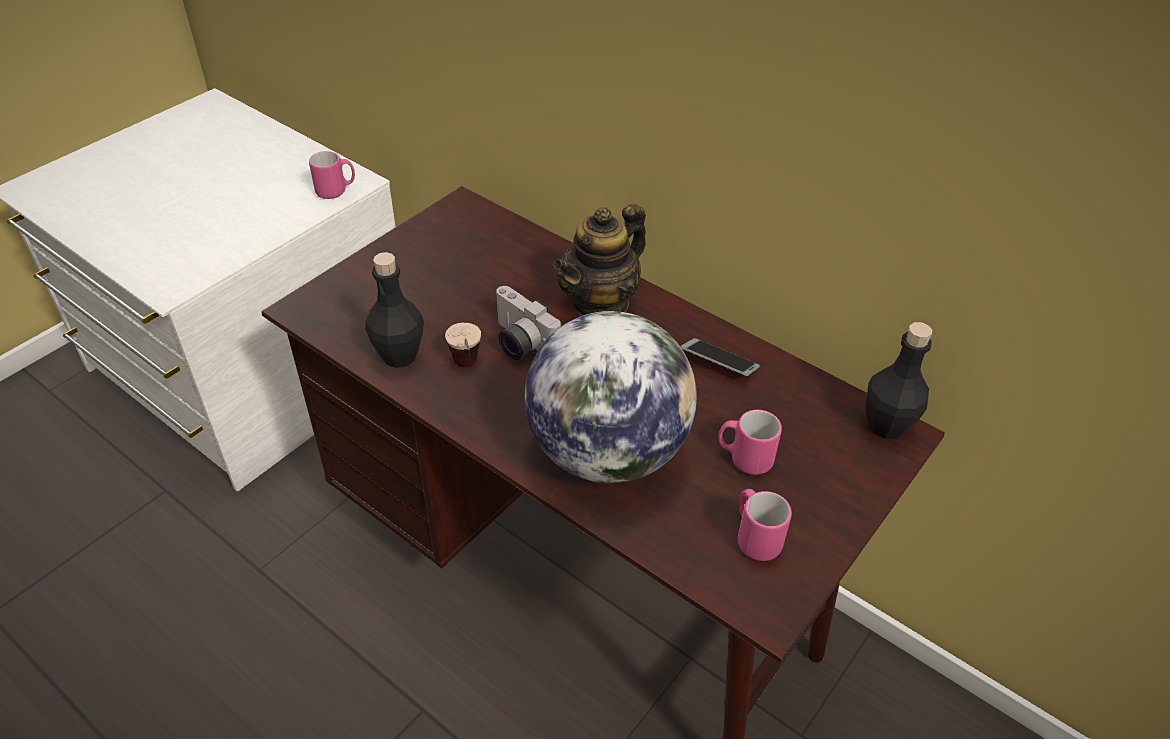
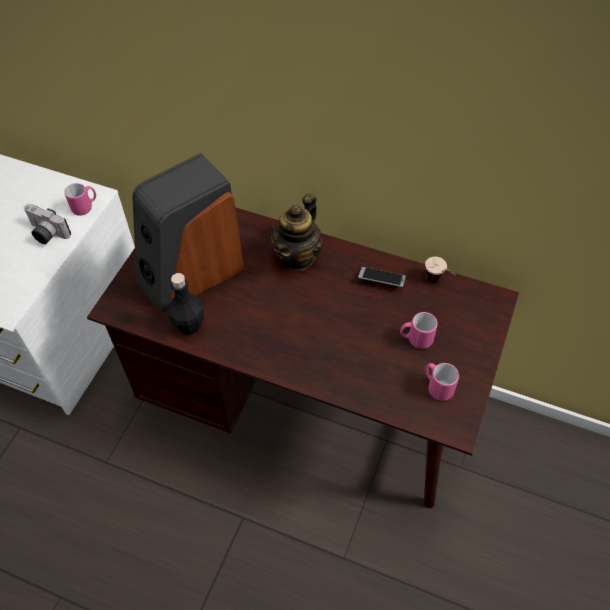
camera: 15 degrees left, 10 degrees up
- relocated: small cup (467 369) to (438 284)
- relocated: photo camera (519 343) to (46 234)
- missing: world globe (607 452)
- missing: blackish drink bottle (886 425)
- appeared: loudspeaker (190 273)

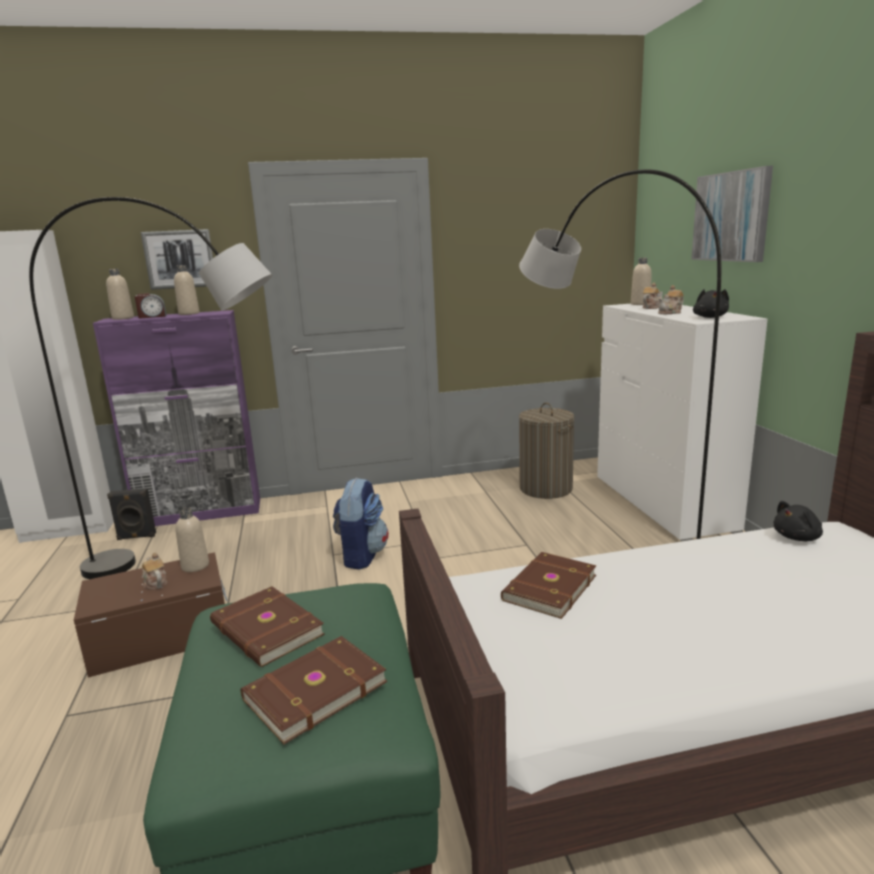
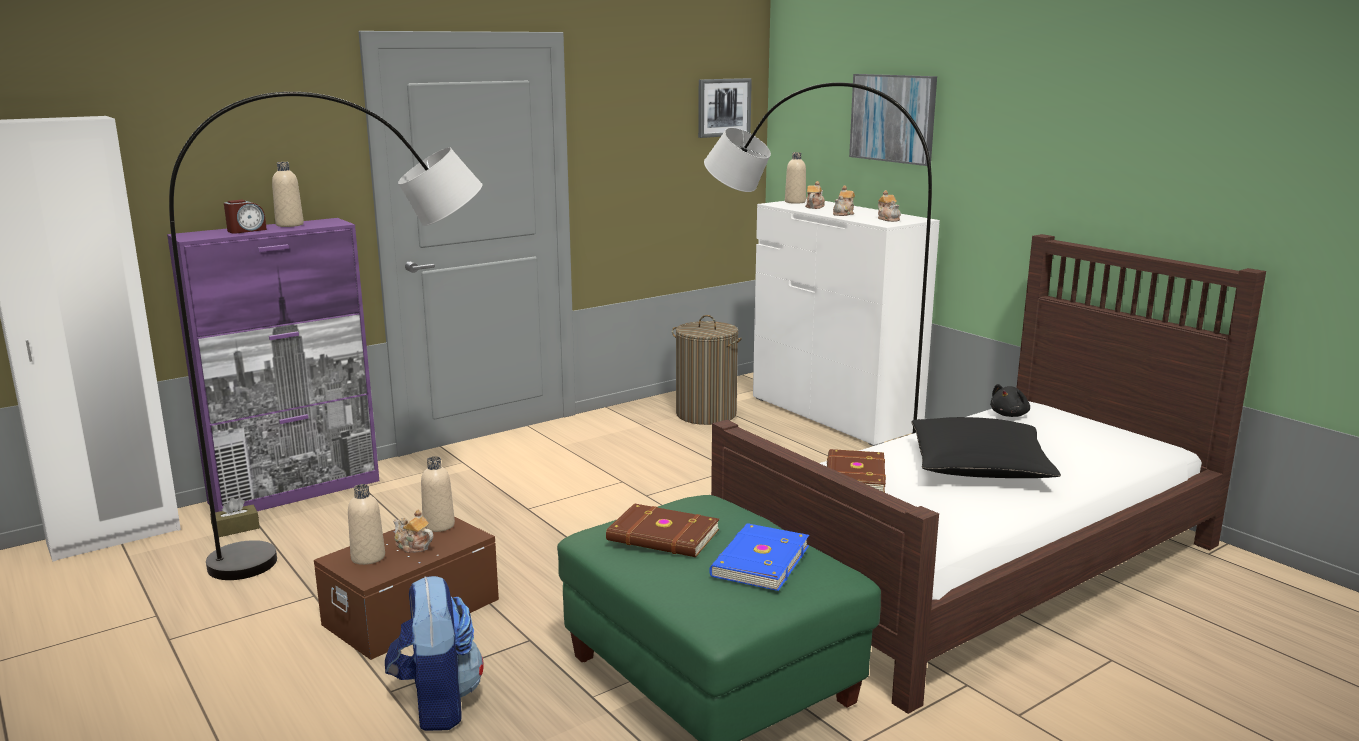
camera: 25 degrees left, 0 degrees up
- relocated: beige drink bottle (123 318) to (368 557)
- exchanged: blackish loudspeaker (136 537) to brownish tissue holder (236 529)
- relocated: picture (180 259) to (723 107)
- colour: brownish volume (313 690) to bluish volume (758 561)
- relocated: rucksack (361 555) to (436 703)
- exchanged: blackish plush toy (710 317) to tea pot (888 219)
- appeared: blackish cushion (979 467)

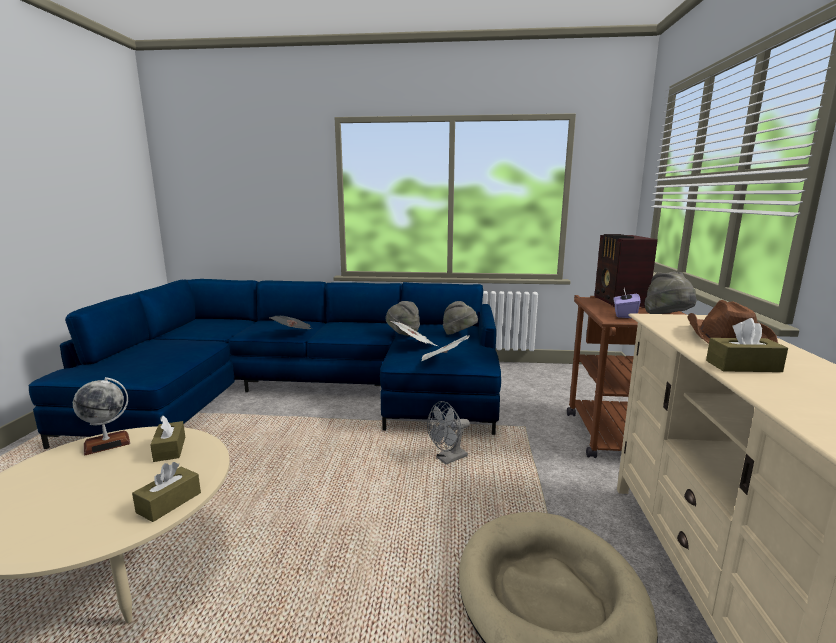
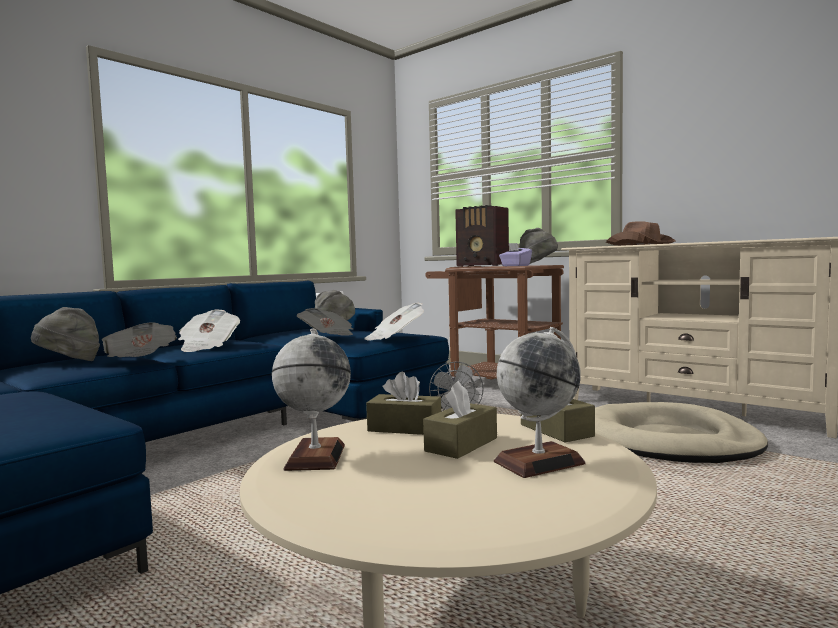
camera: 55 degrees left, 10 degrees down
- relocated: greyish clothing hat (403 334) to (69 362)
- relocated: brownish tissue holder (743 366) to (461 444)
- appeared: daily paper (207 347)
- appeared: world globe (539 462)

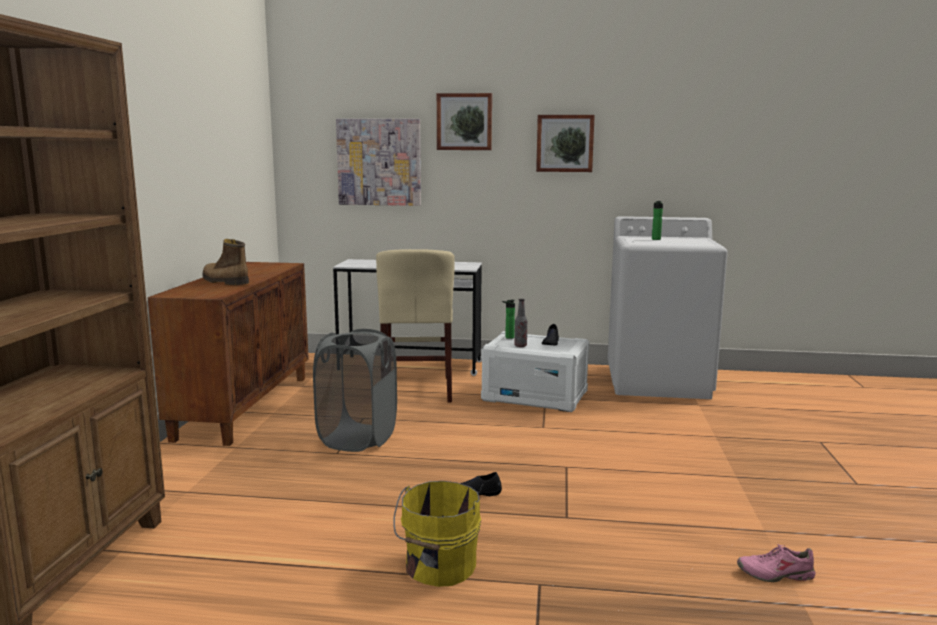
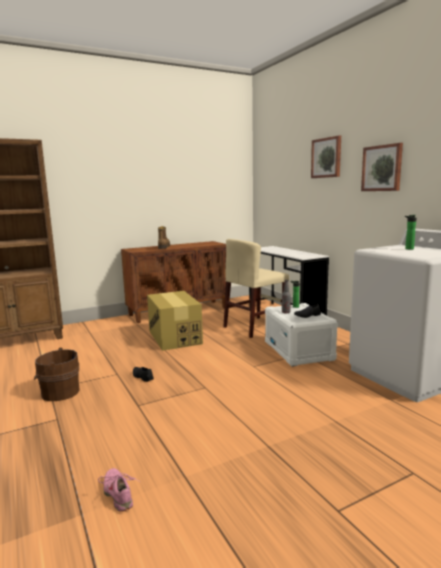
camera: 55 degrees right, 0 degrees up
- exchanged: greyish laundry basket (358 438) to carton (174 337)
- missing: picture (379 162)
- colour: yellowish pail (439 567) to brownish pail (59 392)

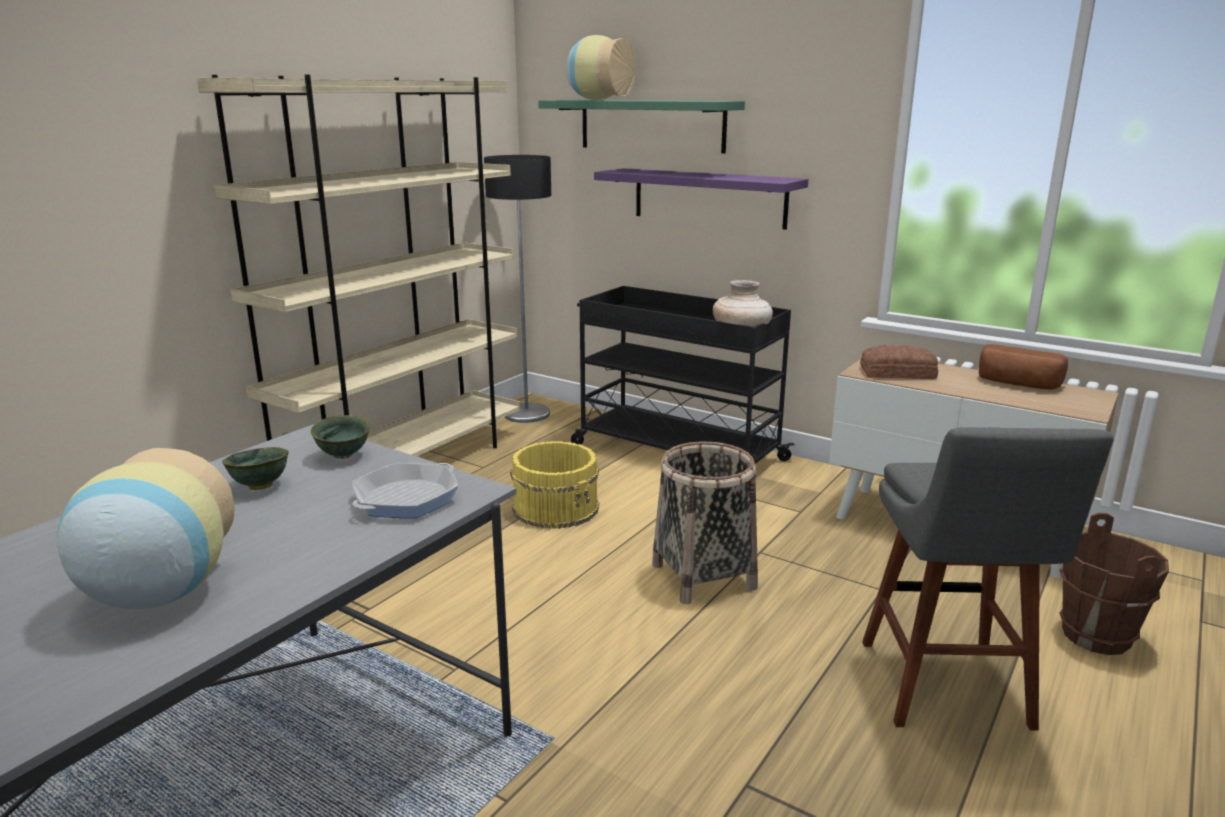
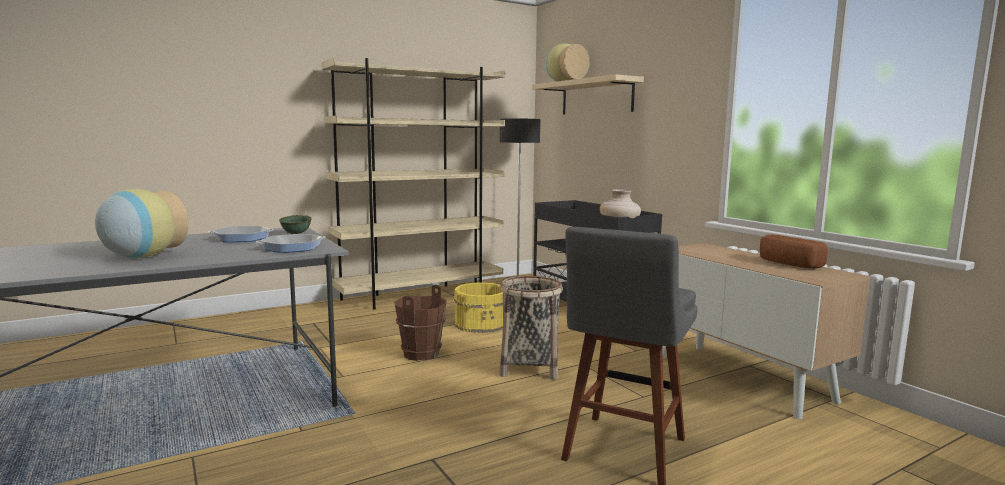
camera: 25 degrees right, 10 degrees down
- exchanged: greenish serving bowl (259 486) to frying pan (242 238)
- colour: greenish wall shelf (651 125) to beige wall shelf (596 97)
- missing: purplish wall shelf (709 197)
- missing: bakery bread (898 373)
- relocated: brownish pail (1095 636) to (420 354)

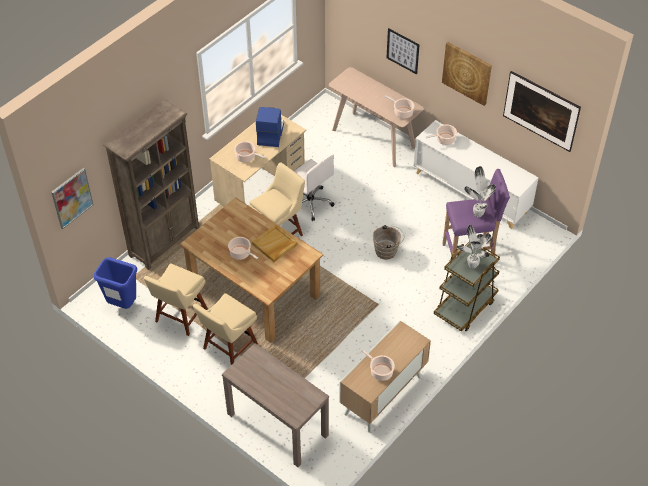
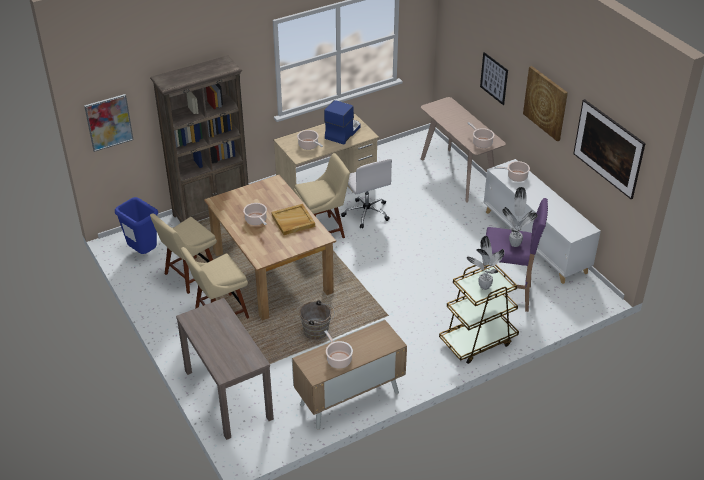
camera: 20 degrees right, 10 degrees down
- relocated: brownish pail (387 251) to (317 332)

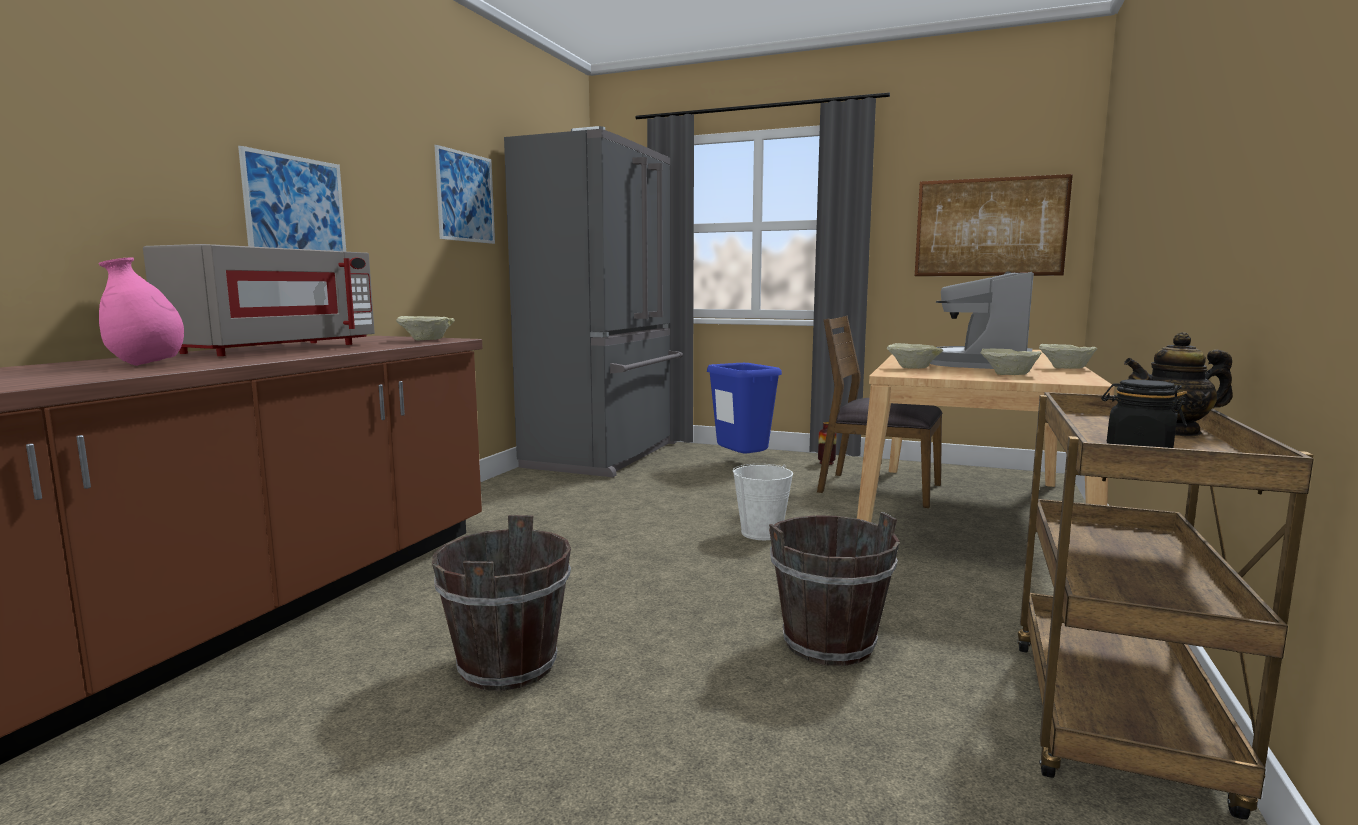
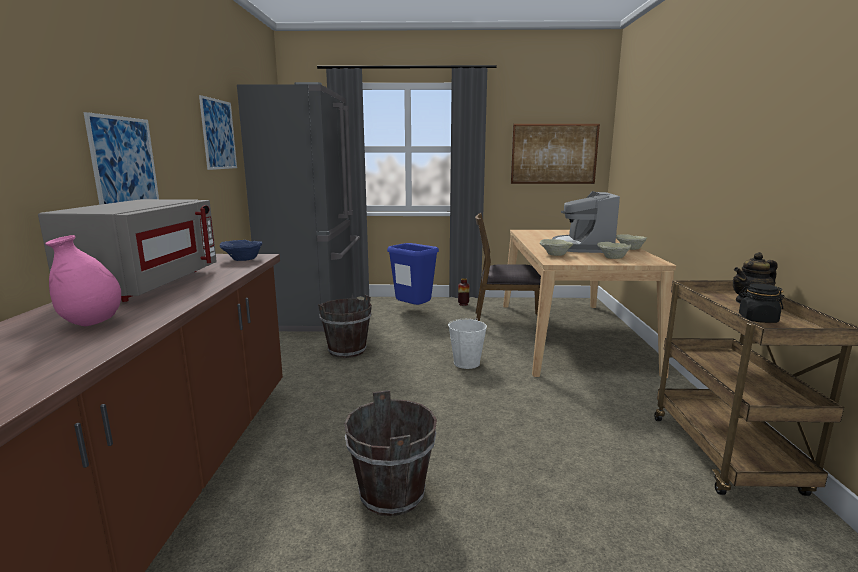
camera: 20 degrees left, 5 degrees up
- colour: beige serving bowl (427 340) to bluish serving bowl (243 259)
- relocated: brownish pail (828 643) to (347 350)

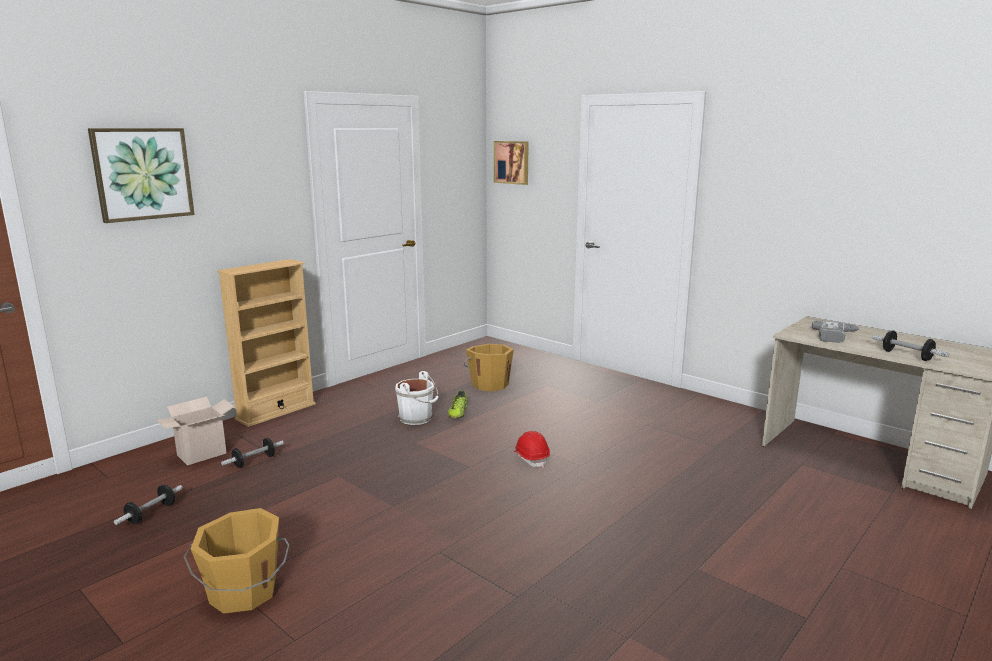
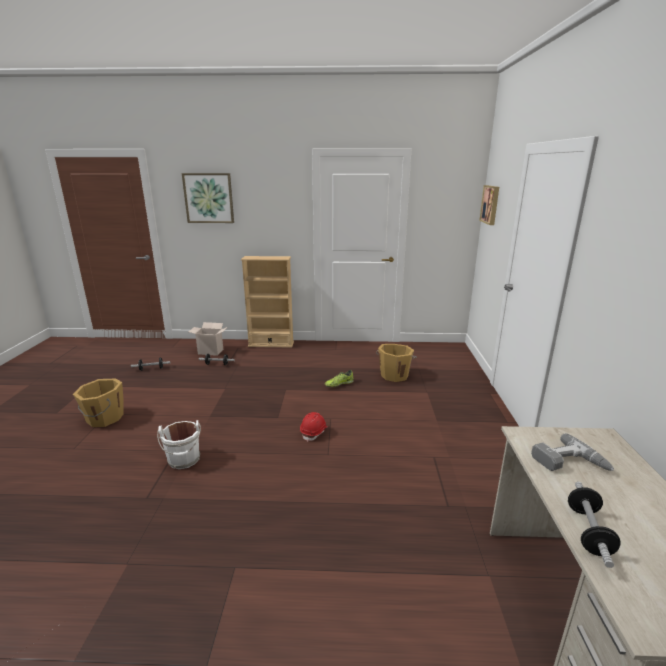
camera: 50 degrees right, 5 degrees up
- relocated: white-coloured pail (417 418) to (184 460)

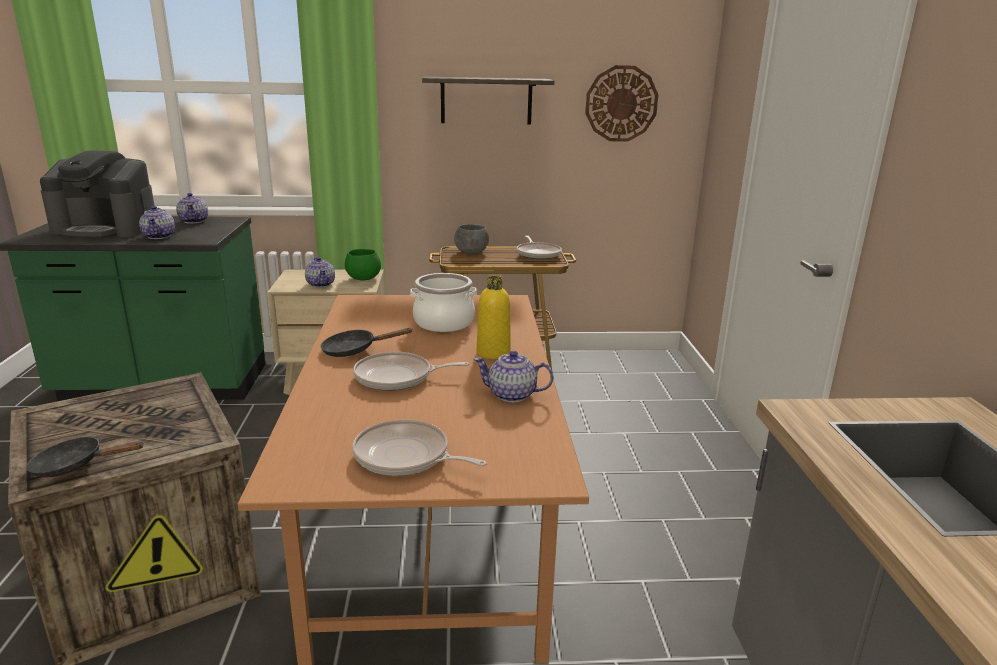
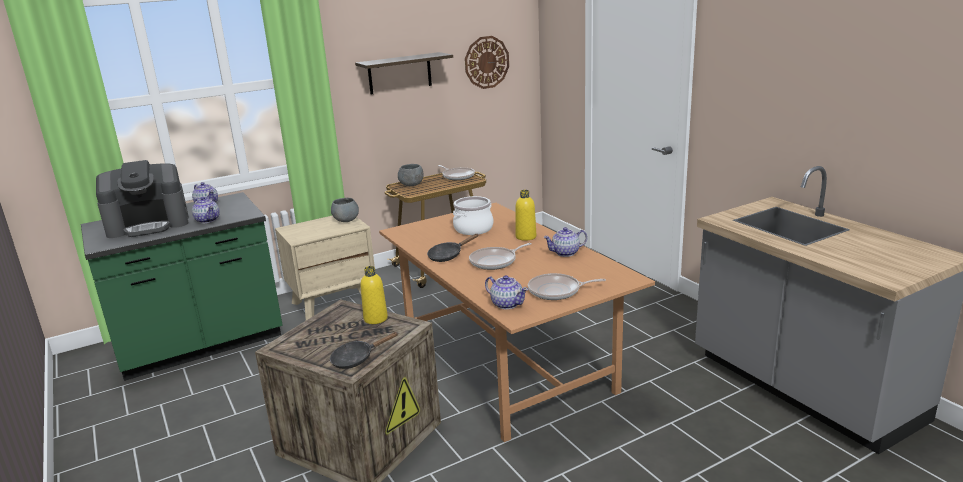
camera: 25 degrees left, 0 degrees up
- relocated: tea pot (321 284) to (507 304)
- colour: greenish serving bowl (364 278) to greyish serving bowl (346 220)
- appeared: yellowish drink bottle (375 319)

